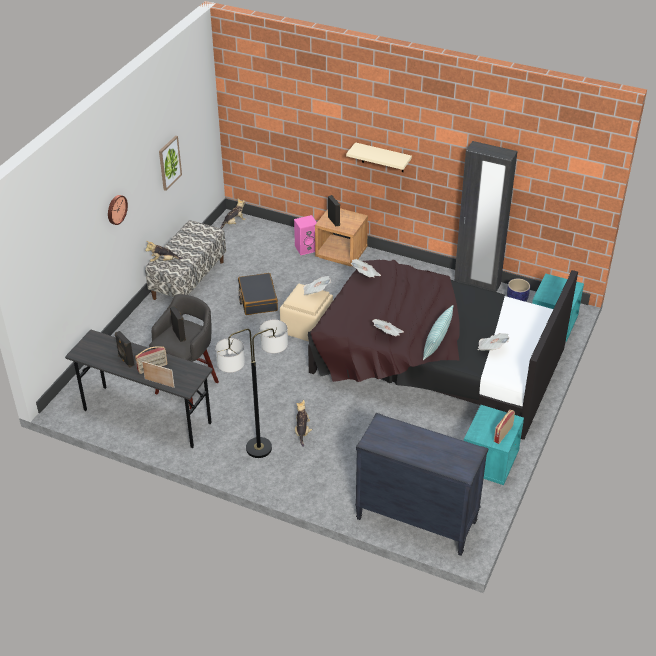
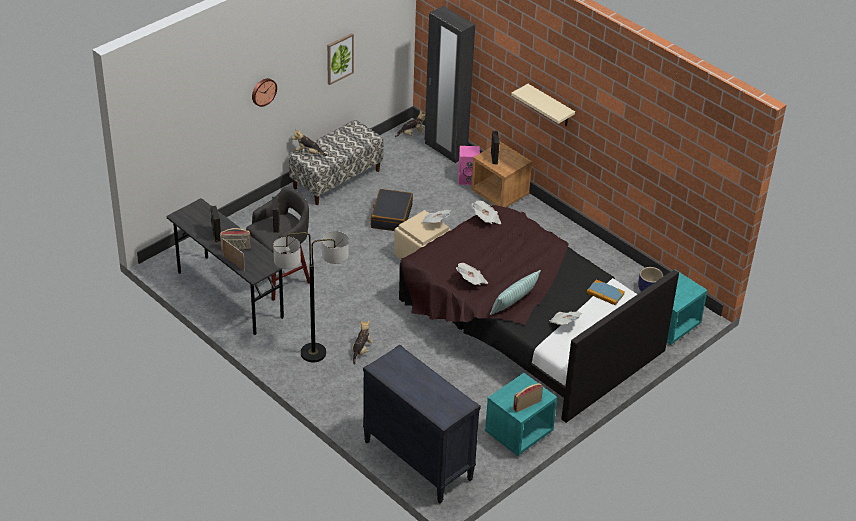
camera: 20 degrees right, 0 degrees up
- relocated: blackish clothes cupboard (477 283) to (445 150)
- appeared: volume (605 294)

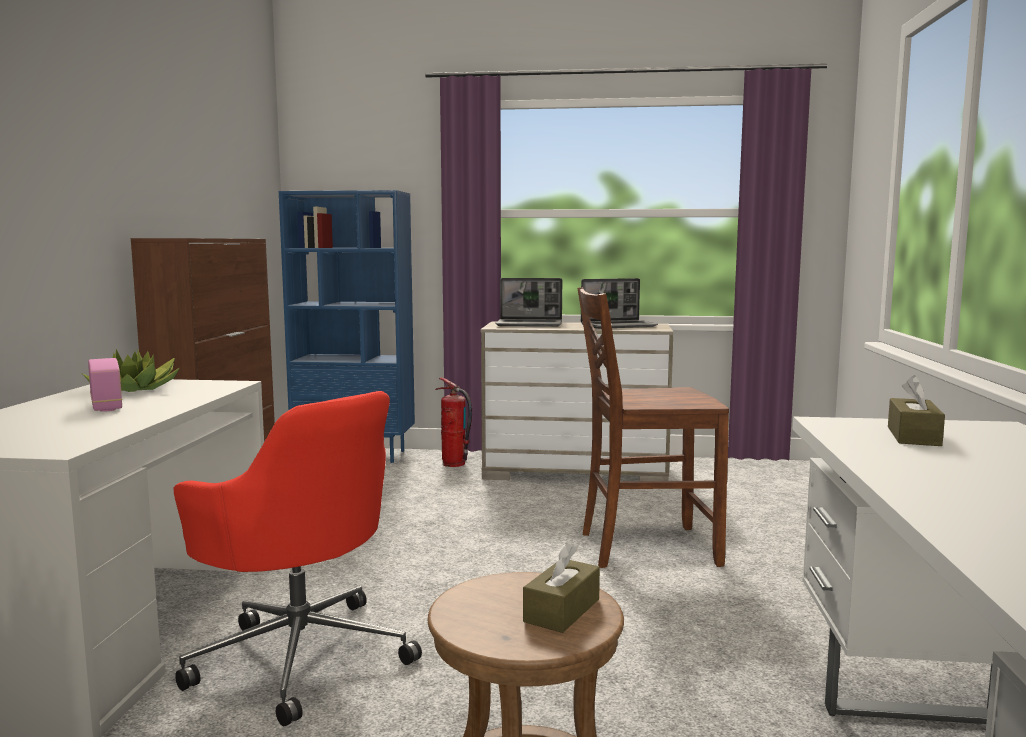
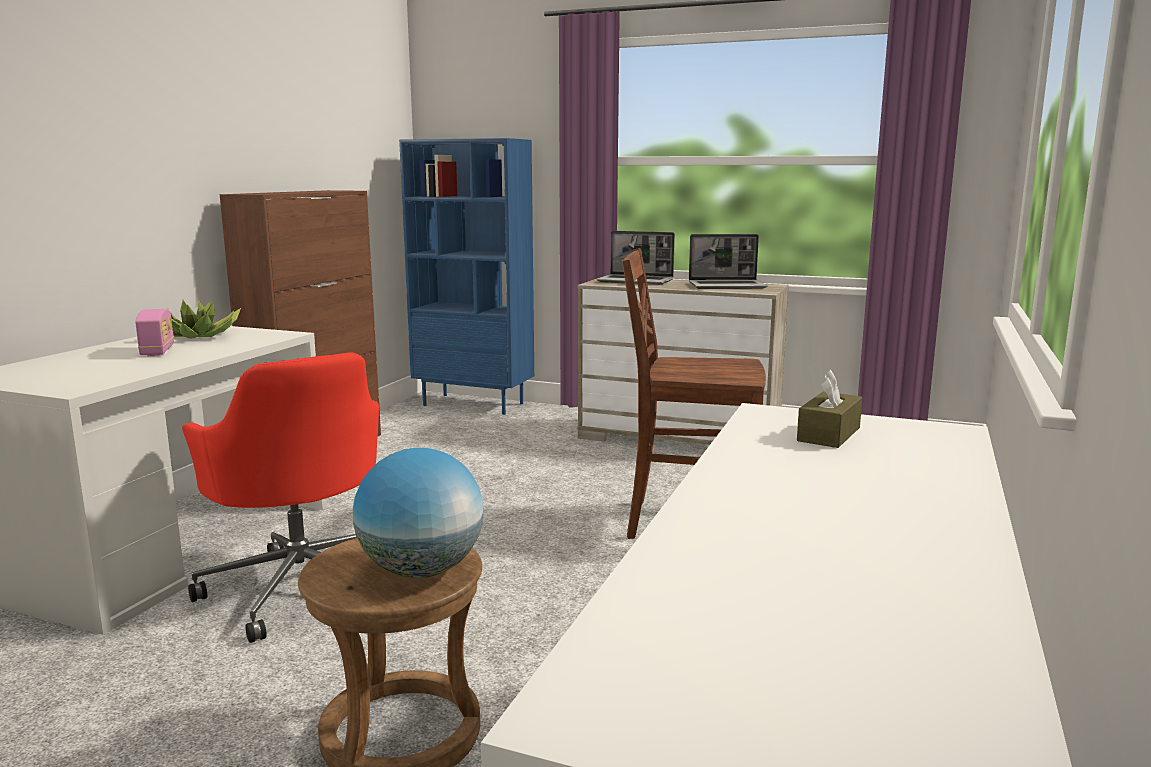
camera: 15 degrees right, 5 degrees up
- missing: fire-fighting cylinder (454 464)
- exchanged: brownish tissue holder (562 610) to world globe (422 570)

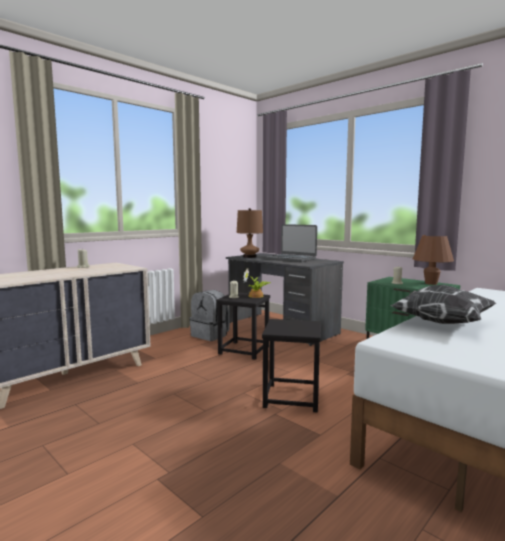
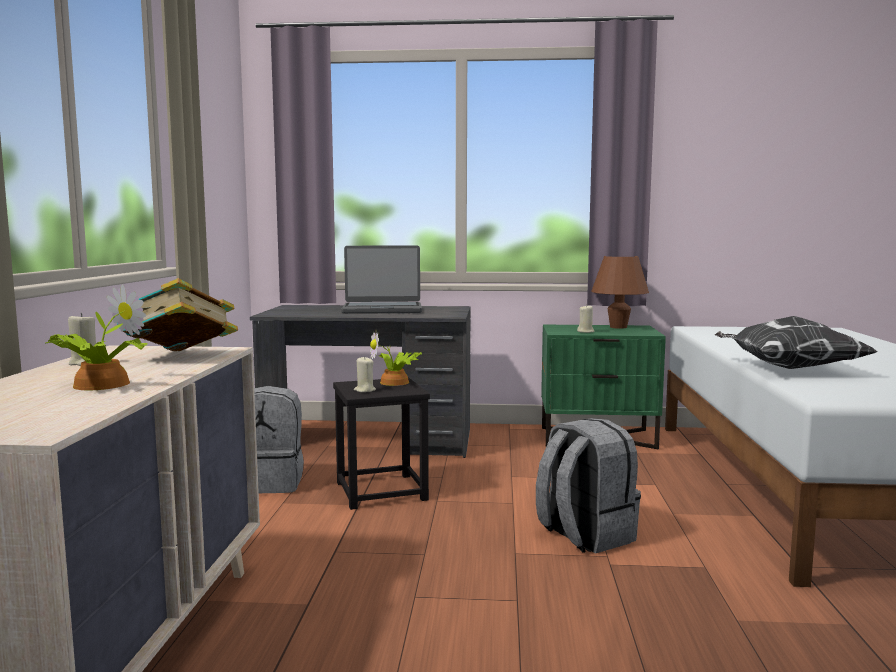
camera: 40 degrees left, 0 degrees up
- missing: brownish tabletop lamp (249 256)
- exchanged: blackish sitting stool (291 397) to greyish rucksack (584 535)
- appeared: houseplant (97 385)
- appeared: volume (180 357)

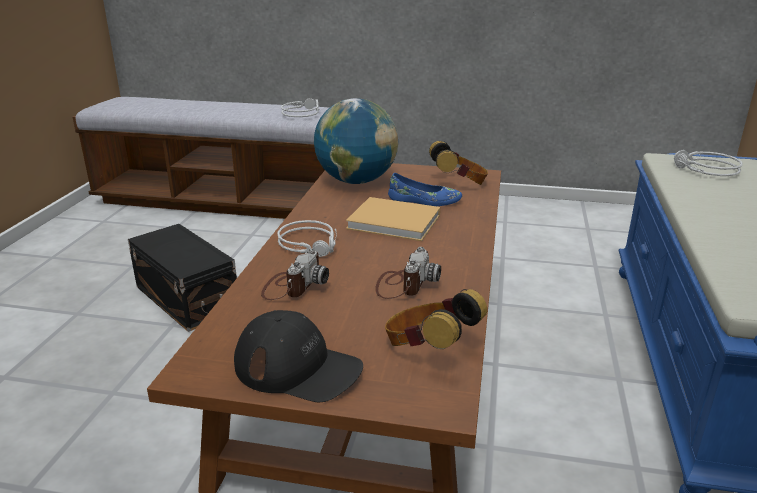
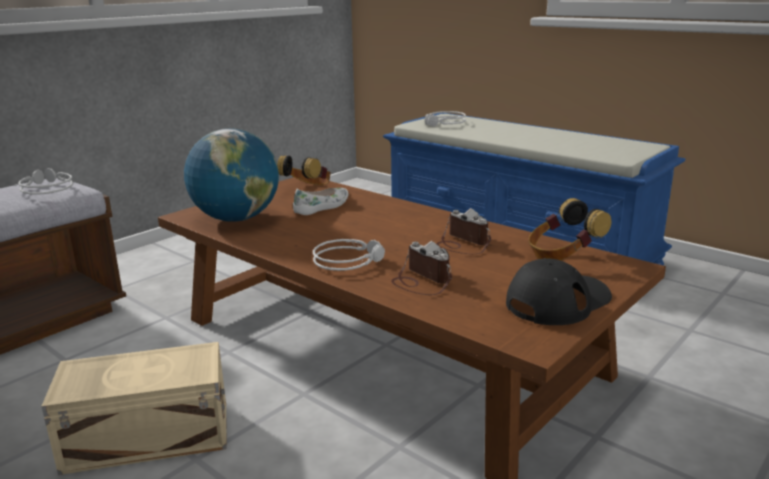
camera: 60 degrees left, 5 degrees down
- colour: blackish storage bin (187 297) to beige storage bin (146 435)
- missing: beige volume (396 222)
- colour: bluish shoe (424 201) to white-coloured shoe (323 207)

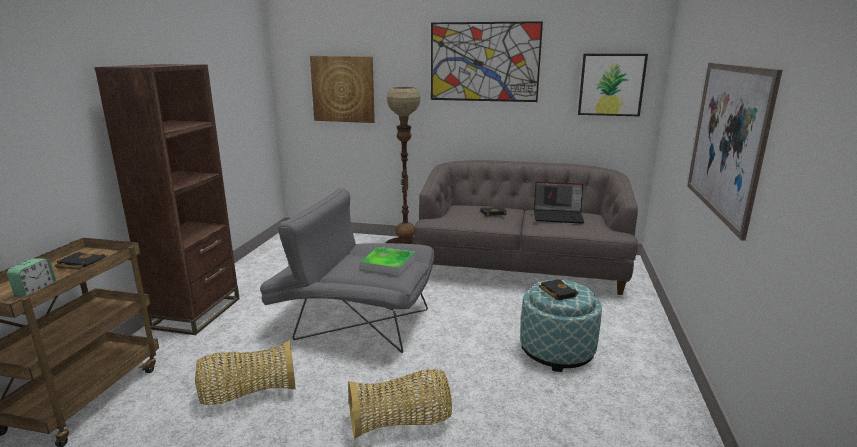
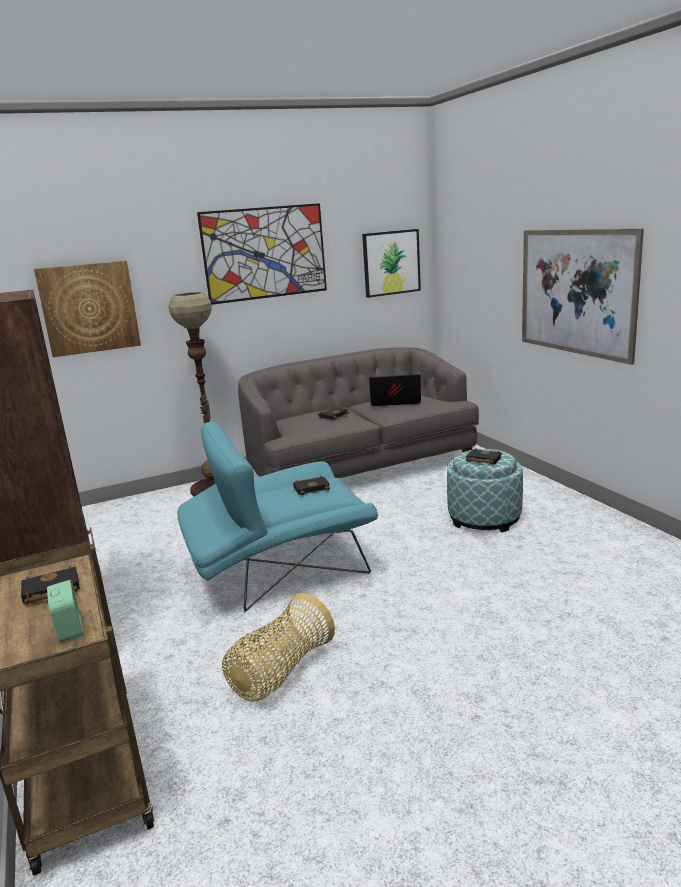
camera: 35 degrees left, 0 degrees up
- colour: greyish lounge chair (354 321) to turquoise lounge chair (279 570)
- missing: basket (401 423)
- exchanged: tray (388 264) to blackish volume (312 488)
- spun: notebook computer (558 216) = (394 402) 150 degrees counterclockwise

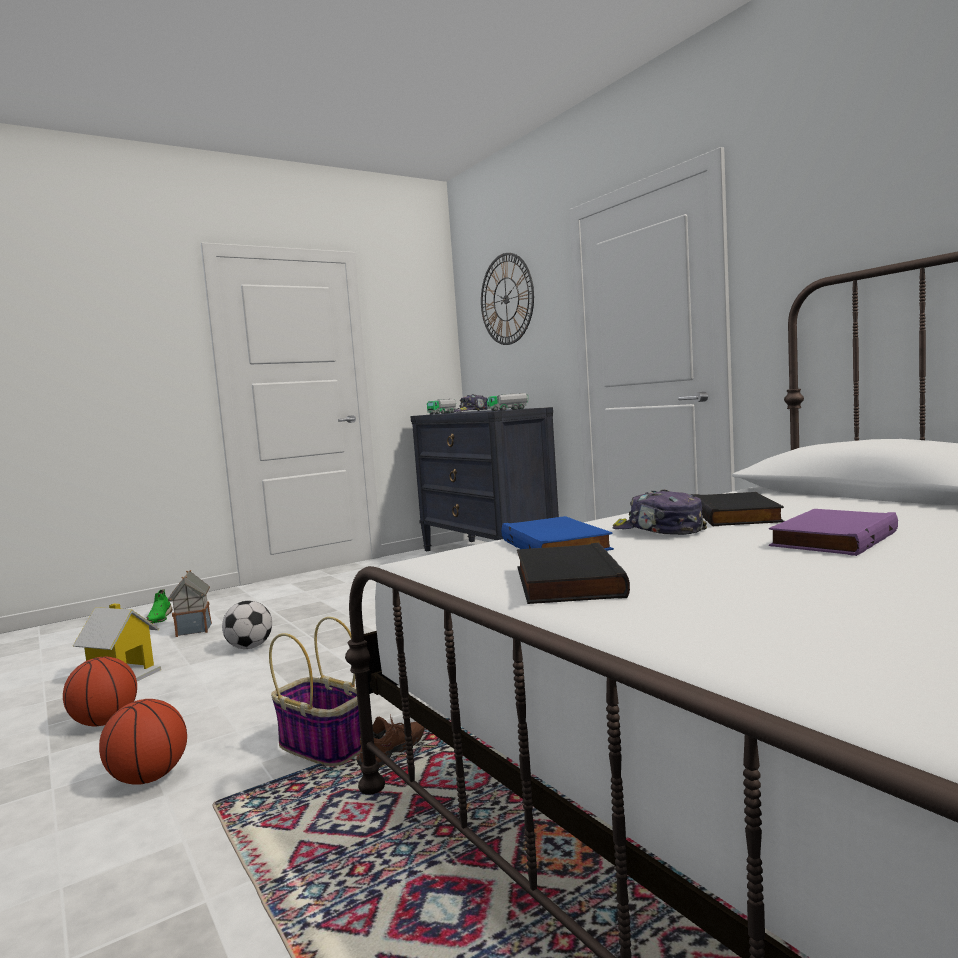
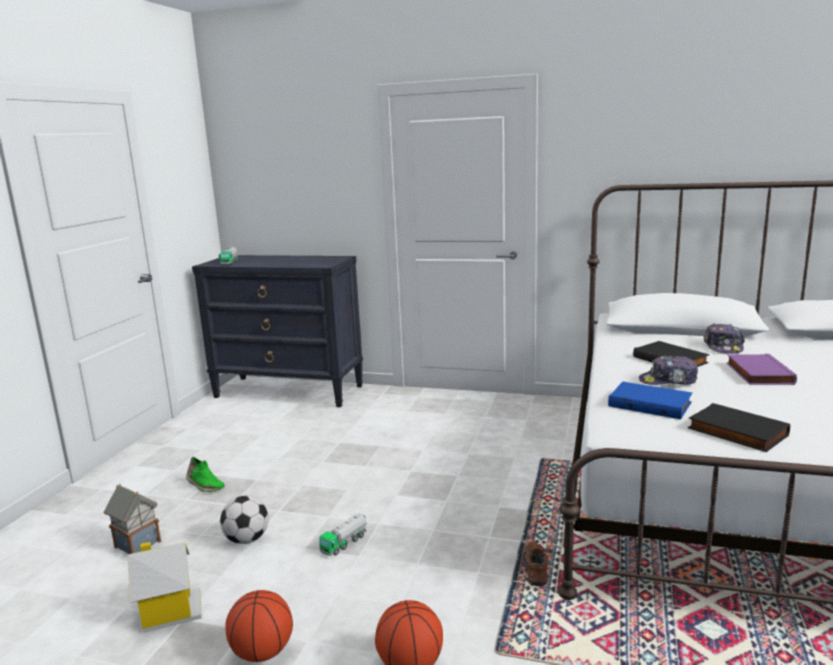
camera: 40 degrees left, 10 degrees up
- relocated: greenish shoe (159 619) to (204 485)
- missing: basket (324 746)
- relocated: cap (472 411) to (723 347)
- missing: clock on the wall (506 299)
- relocated: toy lorry (508 410) to (344 543)

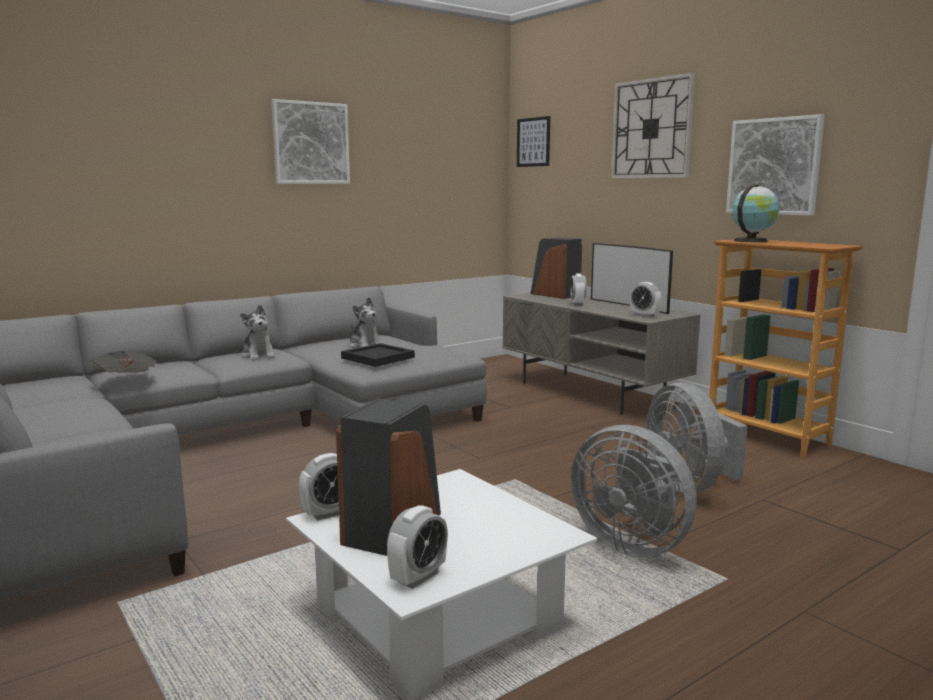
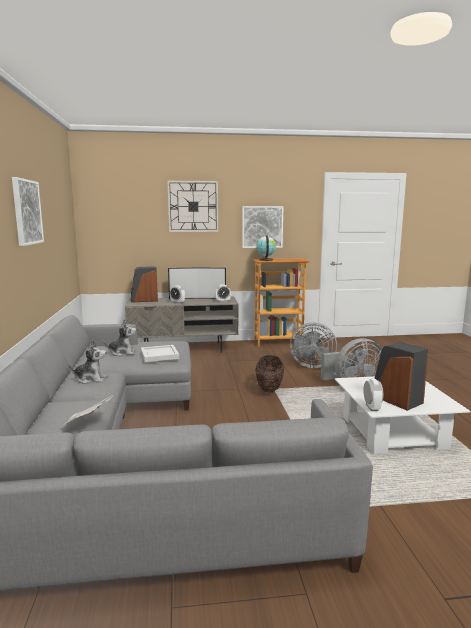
camera: 60 degrees left, 0 degrees up
- colour: blackish tray (376 358) to white-coloured tray (159 355)
- missing: bedside clock (418 577)
- missing: picture (533 142)
- appeared: basket (269 388)

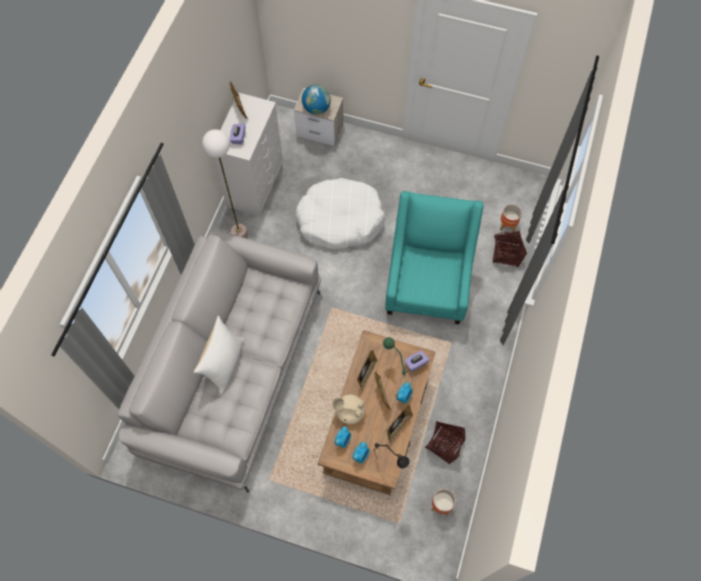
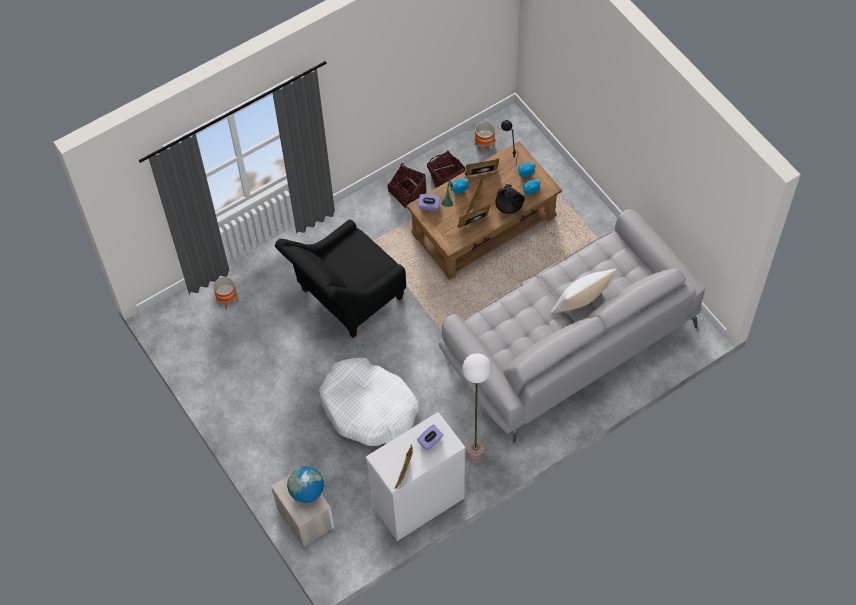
camera: 140 degrees left, 5 degrees down
- colour: beige tea pot (349 412) to blackish tea pot (509 207)
- colour: turquoise lounge chair (427 284) to blackish lounge chair (346 298)
- relocated: basket (506 254) to (407 192)

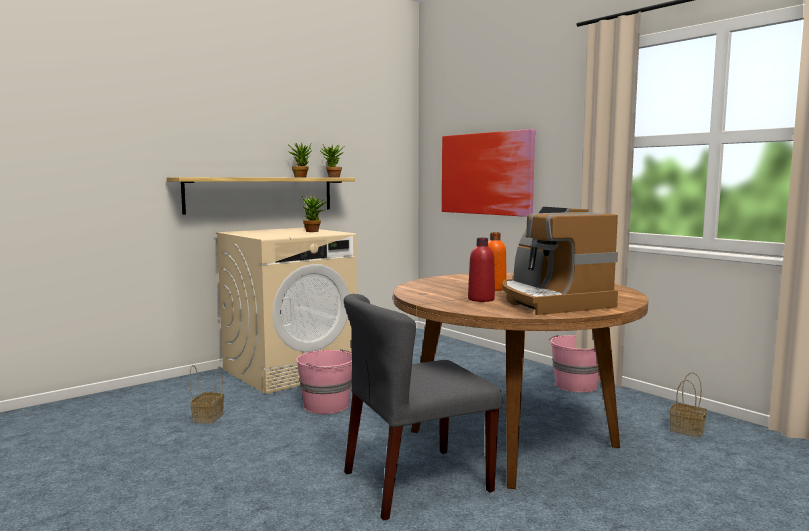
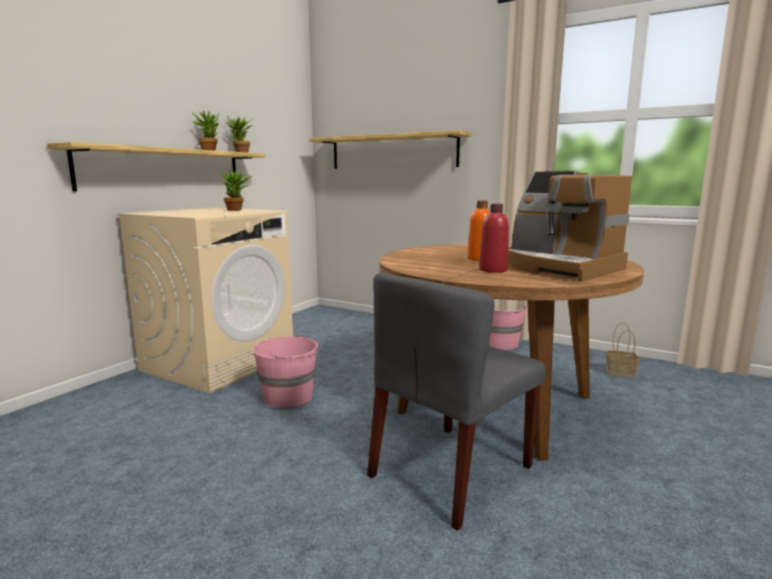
camera: 20 degrees left, 5 degrees up
- missing: basket (208 417)
- exchanged: picture (486 173) to wall shelf (392 152)

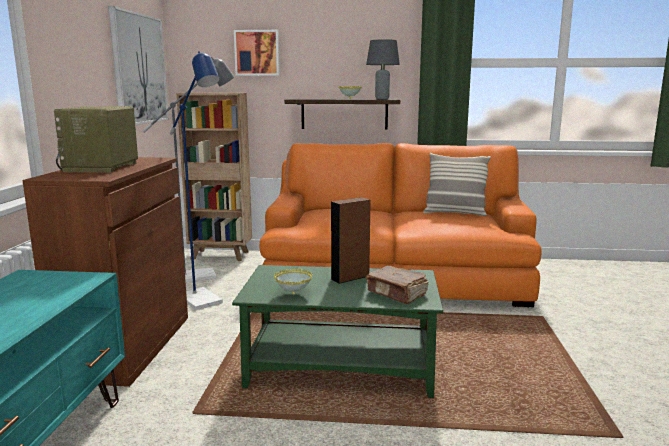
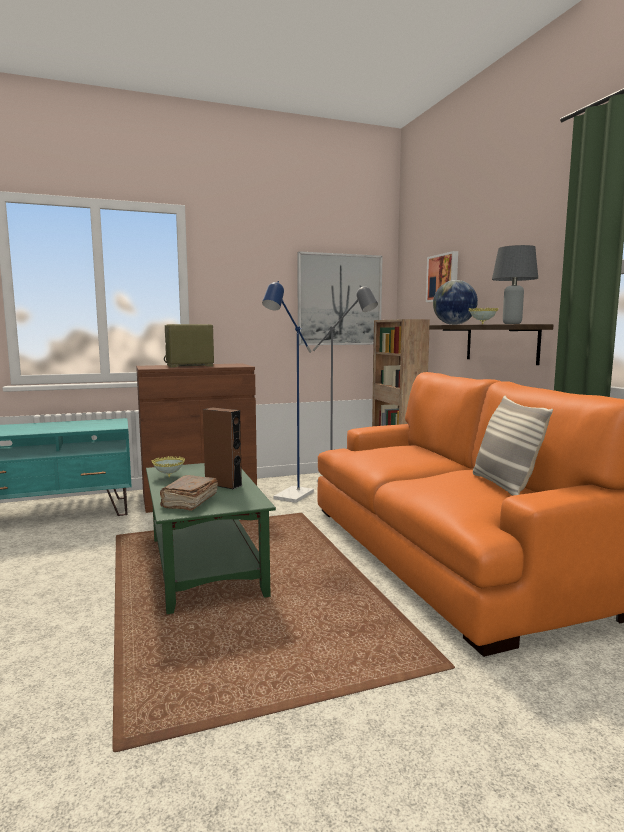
camera: 65 degrees right, 5 degrees down
- appeared: world globe (453 324)

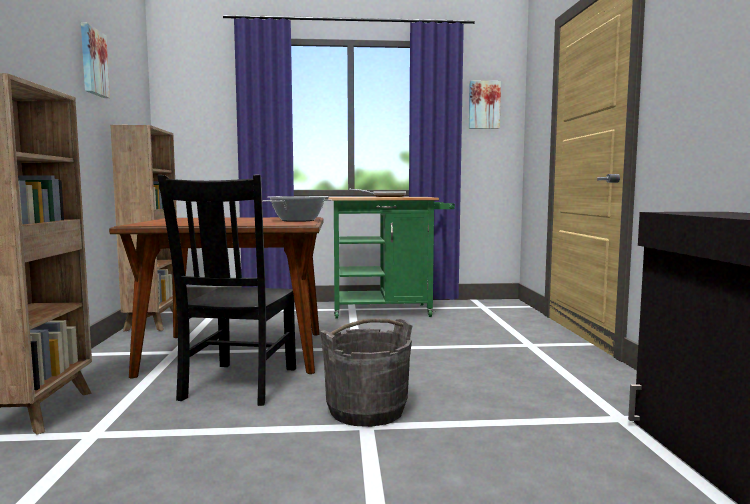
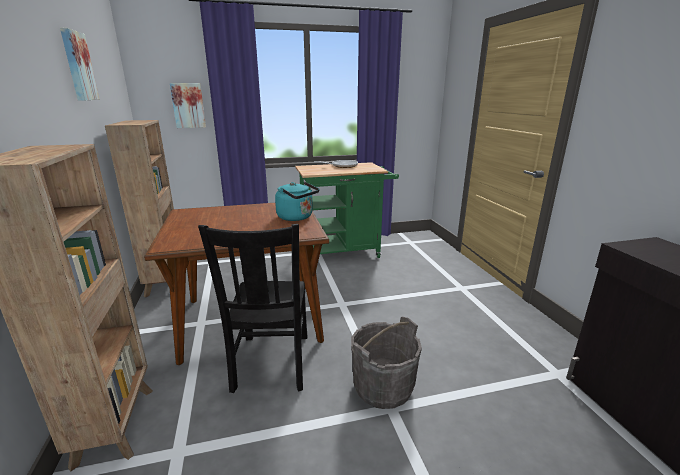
camera: 10 degrees left, 15 degrees up
- exchanged: stockpot (298 220) to turquoise tea kettle (297 217)
- relocated: picture (484 105) to (188 105)

